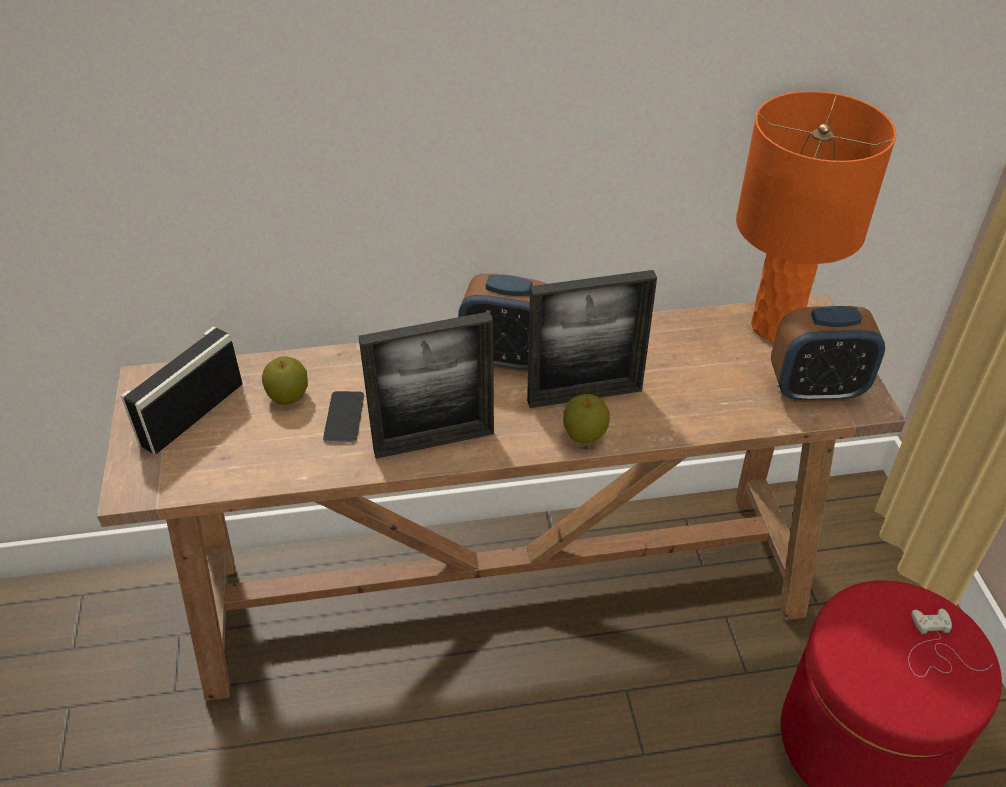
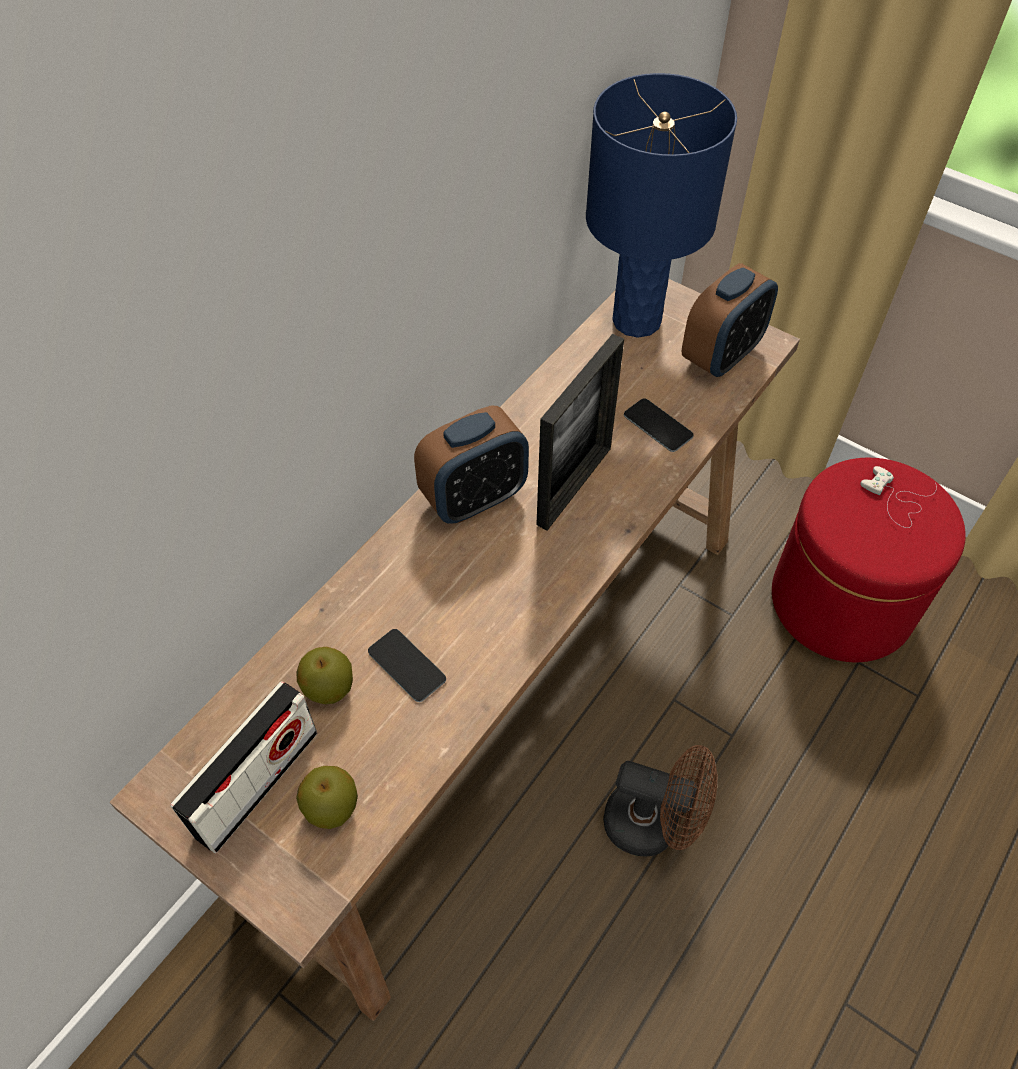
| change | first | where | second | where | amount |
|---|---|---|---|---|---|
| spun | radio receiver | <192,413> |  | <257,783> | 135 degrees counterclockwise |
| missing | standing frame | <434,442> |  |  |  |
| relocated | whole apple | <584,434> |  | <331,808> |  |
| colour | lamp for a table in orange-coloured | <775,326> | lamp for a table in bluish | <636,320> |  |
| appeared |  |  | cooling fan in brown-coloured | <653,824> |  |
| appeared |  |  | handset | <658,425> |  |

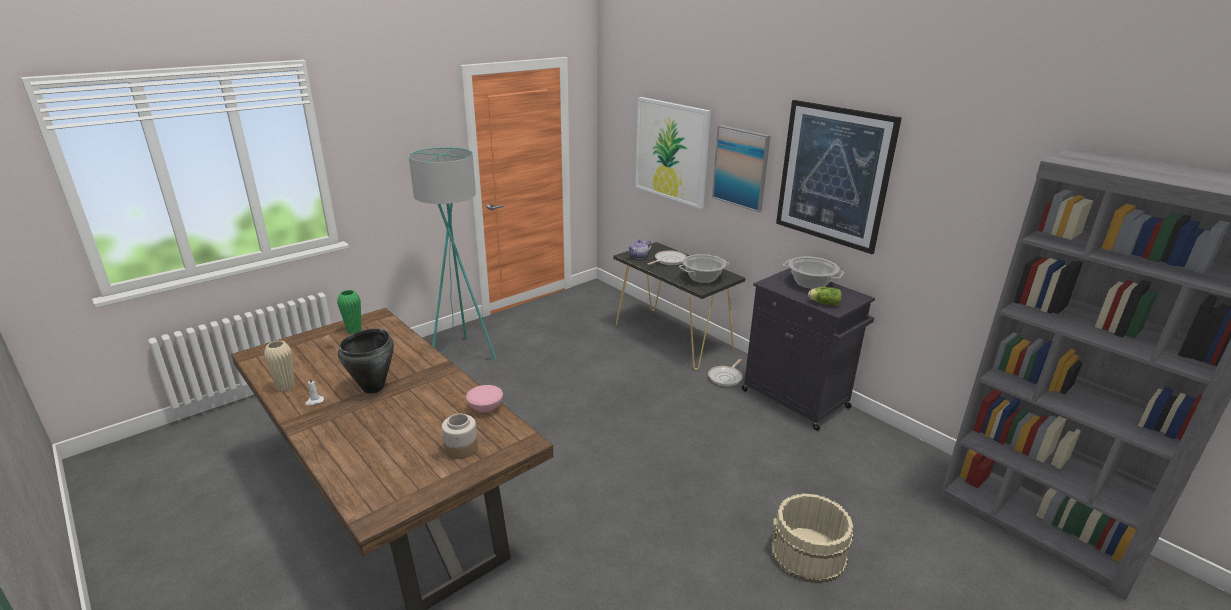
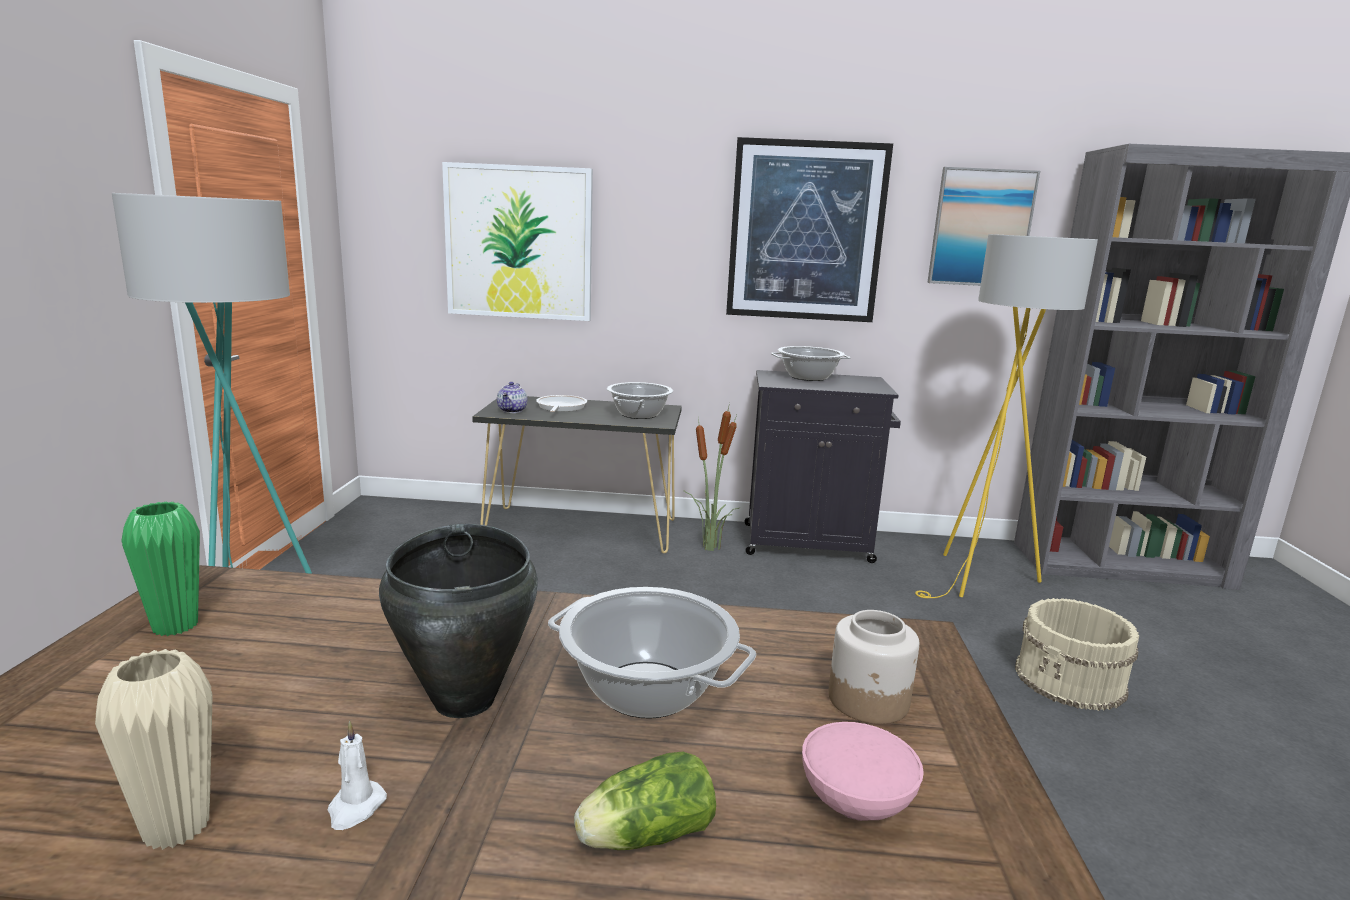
| change | first | where | second | where | amount |
|---|---|---|---|---|---|
| relocated | bowl in pinkish | <486,407> |  | <856,799> |  |
| exchanged | skillet | <726,377> | plant in a pot | <710,548> |  |
| relocated | wall picture | <741,168> |  | <981,228> |  |
| relocated | head of lettuce | <823,303> |  | <642,836> |  |
| appeared |  |  | stockpot | <648,690> |  |
| appeared |  |  | standard lamp in yellowish | <979,581> |  |

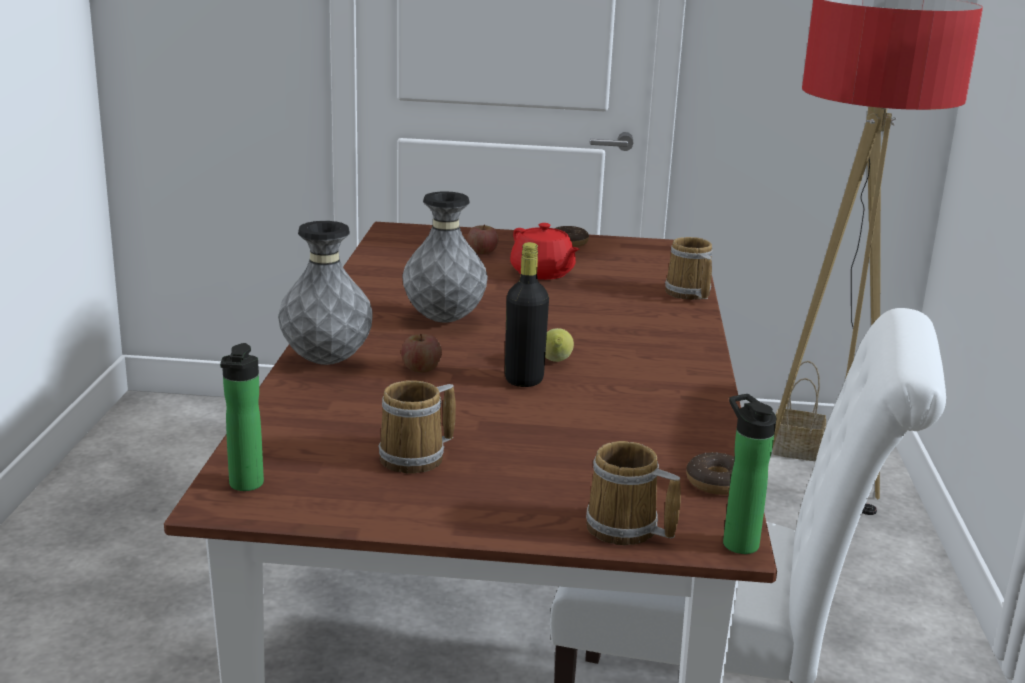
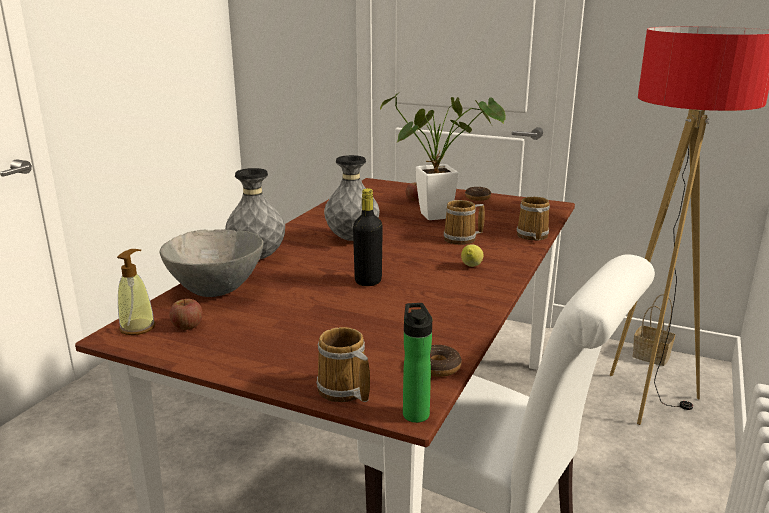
| change | first | where | second | where | amount |
|---|---|---|---|---|---|
| exchanged | bottle | <245,486> | liquid soap bottle | <138,327> |  |
| relocated | tea mug | <417,457> |  | <462,239> |  |
| relocated | whole apple | <421,368> |  | <187,326> |  |
| exchanged | pot for tea in red | <543,273> | plant in a pot | <442,215> |  |
| relocated | whole lemon | <556,362> |  | <471,267> |  |
| appeared |  |  | bowl in gray | <216,290> |  |

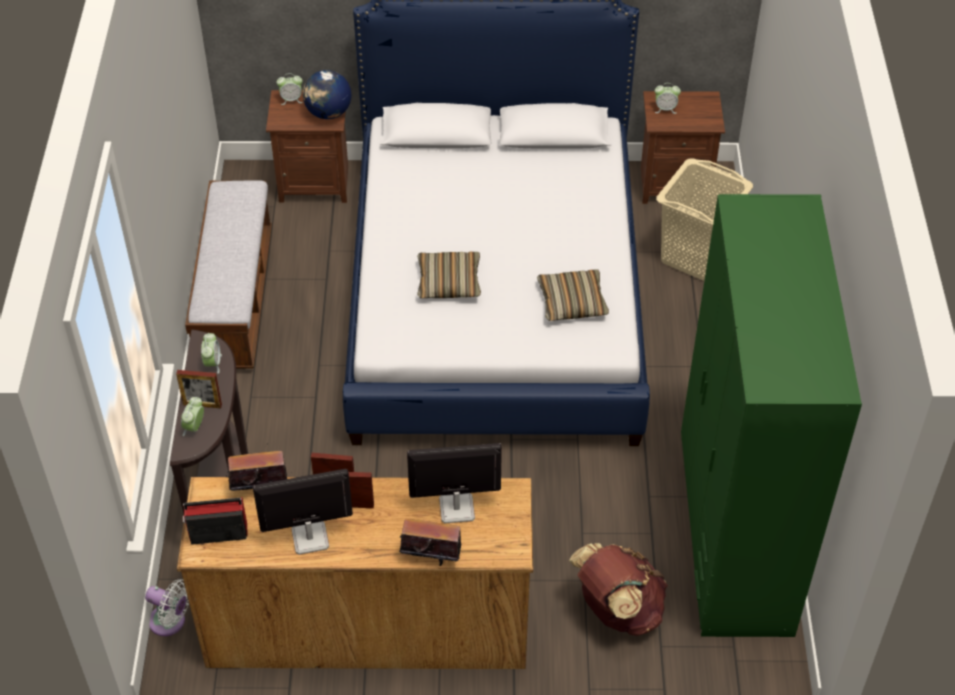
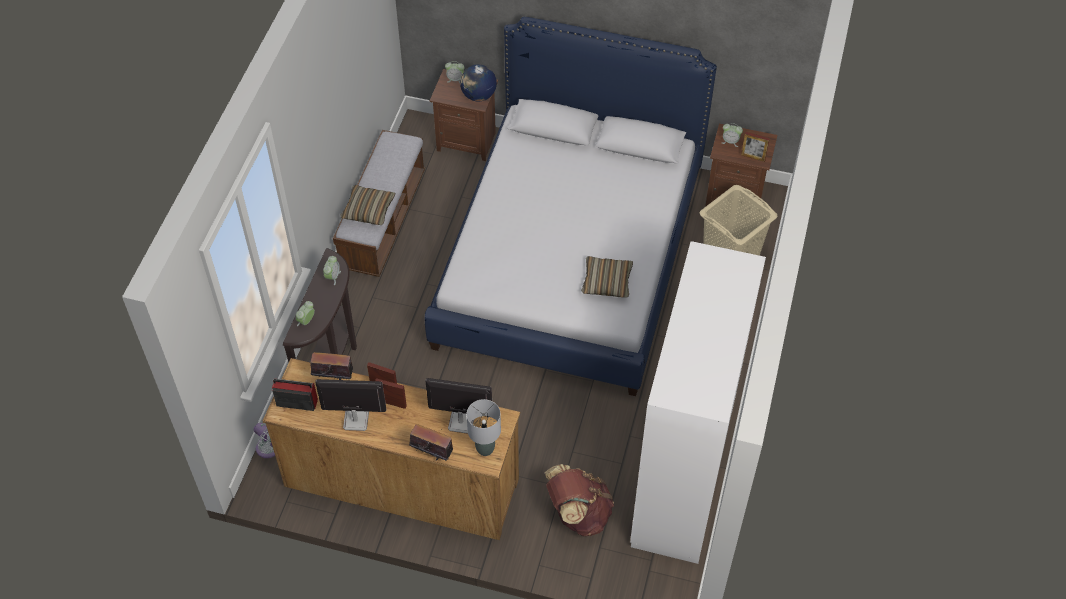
| change | first | where | second | where | amount |
|---|---|---|---|---|---|
| relocated | standing frame | <202,404> |  | <753,157> |  |
| relocated | pillow | <449,282> |  | <368,210> |  |
| colour | armoire in greenish | <734,533> | armoire in whitish | <681,477> |  |
| appeared |  |  | lamp for a table in gray | <485,449> |  |

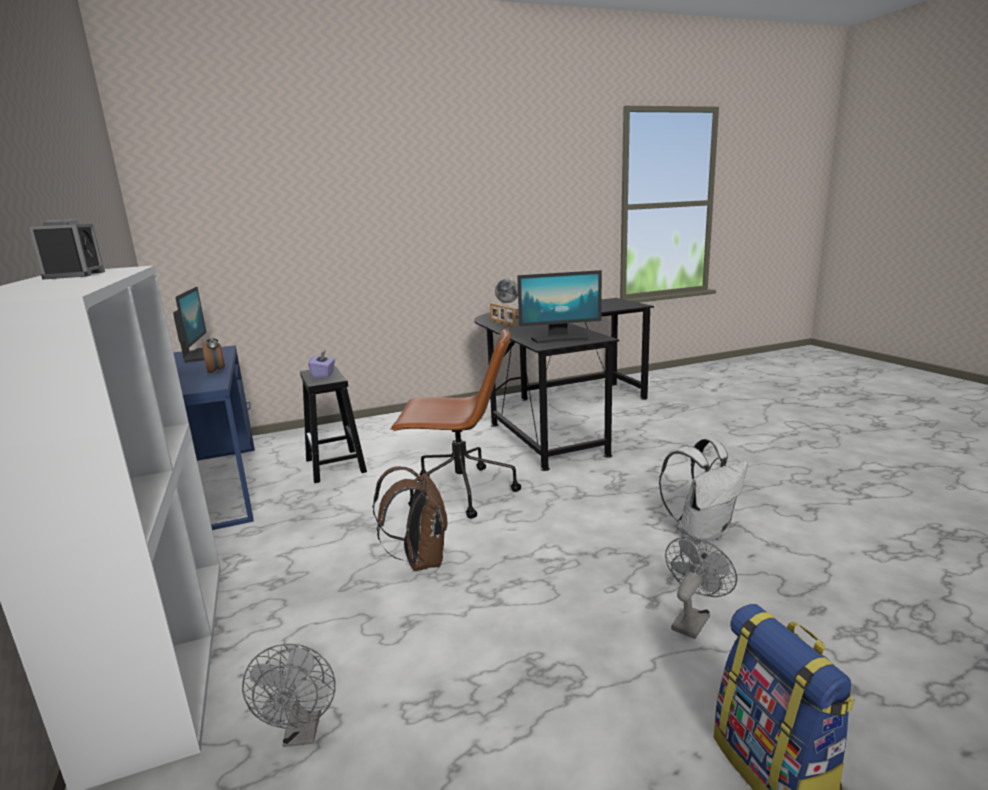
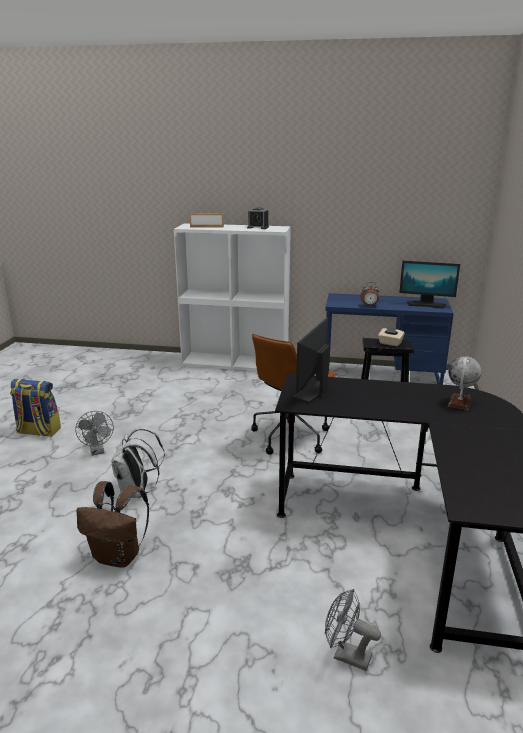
| change | first | where | second | where | amount |
|---|---|---|---|---|---|
| relocated | cooling fan in gray | <303,732> |  | <346,655> |  |
| colour | tissue box in purple-coloured | <324,374> | tissue box in beige | <390,343> |  |
| relocated | backpack in brown-coloured | <420,560> |  | <118,556> |  |
| relocated | standing frame | <502,323> |  | <206,227> |  |

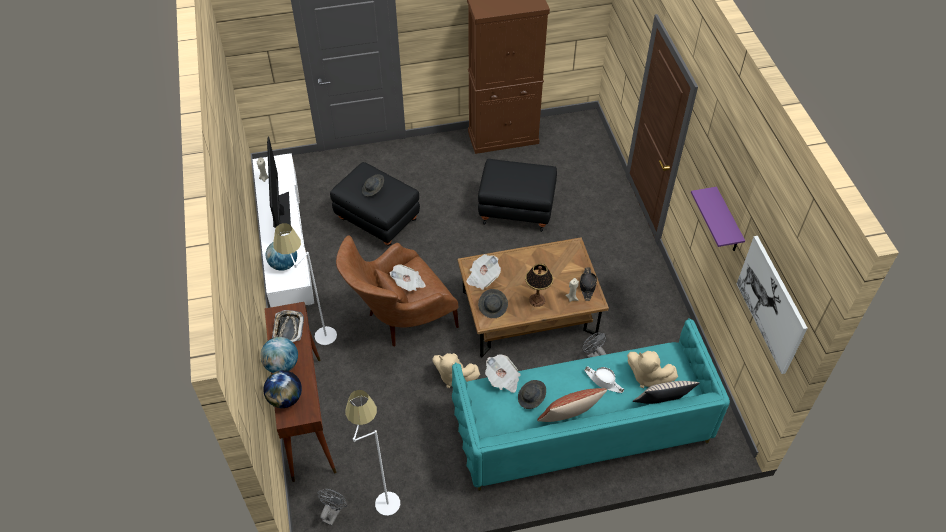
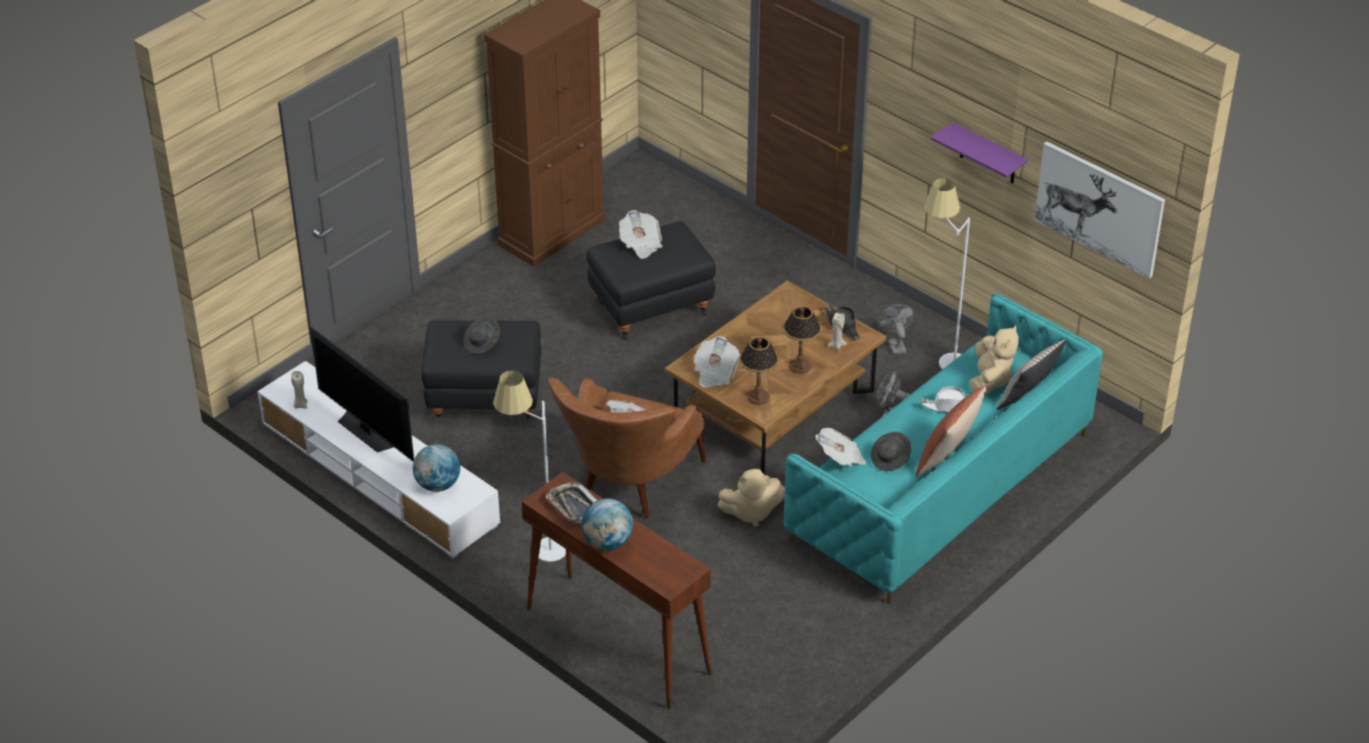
| change | first | where | second | where | amount |
|---|---|---|---|---|---|
| missing | desk globe | <285,399> |  |  |  |
| relocated | cooling fan in gray | <332,513> |  | <895,344> |  |
| relocated | standard lamp in whitish | <380,495> |  | <940,361> |  |
| exchanged | hat in gray | <493,308> | lamp for a table | <758,397> |  |
| spun | soft toy in beige | <647,376> |  | <990,380> | 75 degrees counterclockwise |
| appeared |  |  | printed paper | <640,244> |  |

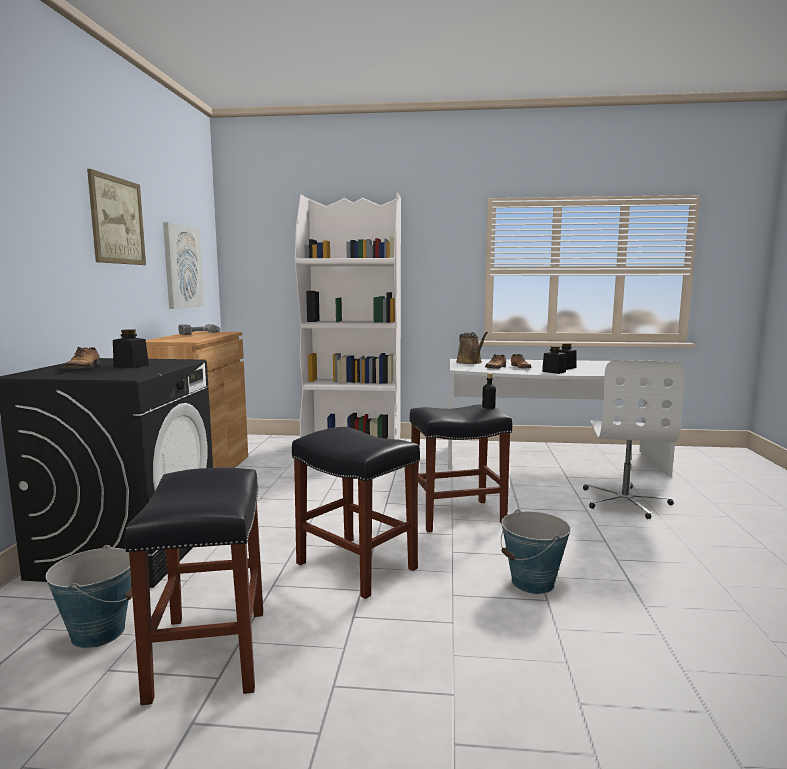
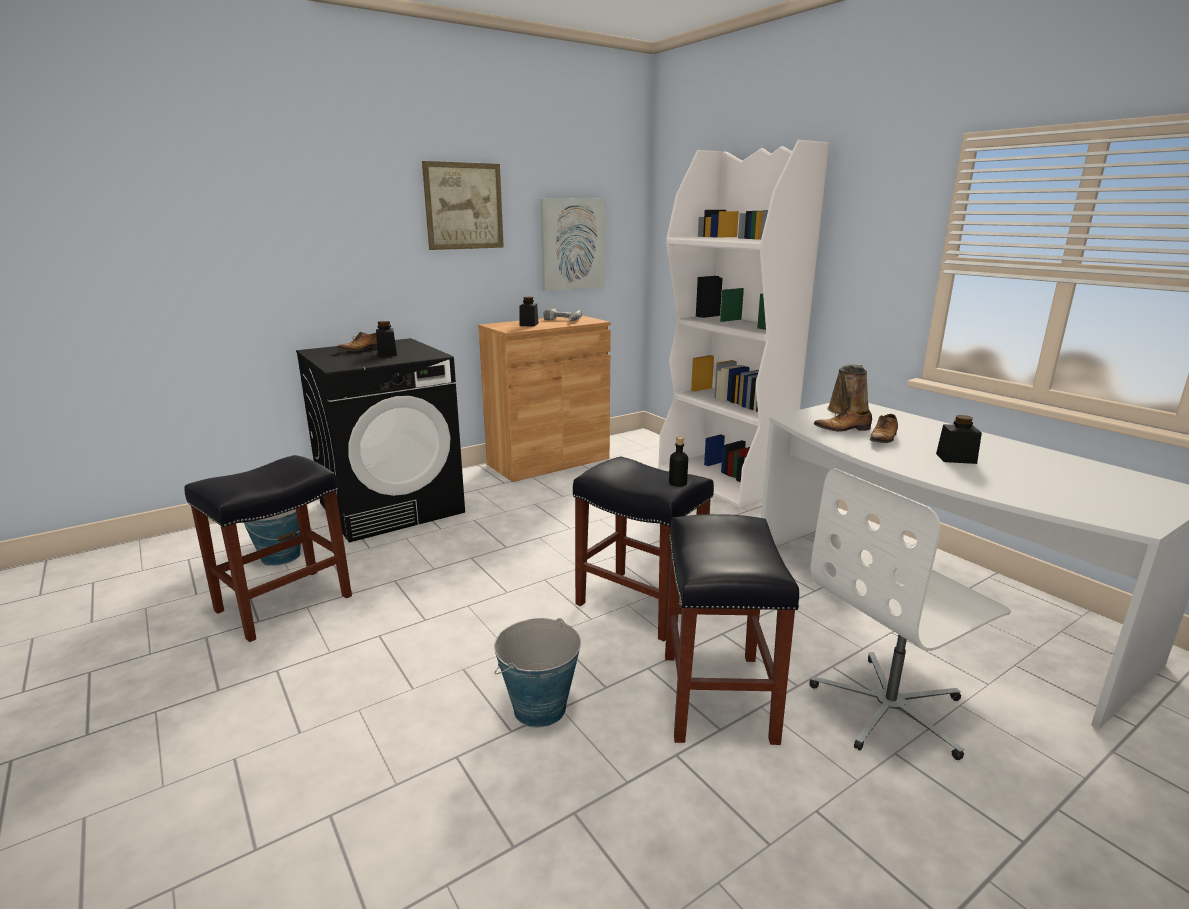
| change | first | where | second | where | amount |
|---|---|---|---|---|---|
| relocated | stool in black-coloured | <358,566> |  | <718,698> |  |
| relocated | jar in black-coloured | <553,371> |  | <529,324> |  |

